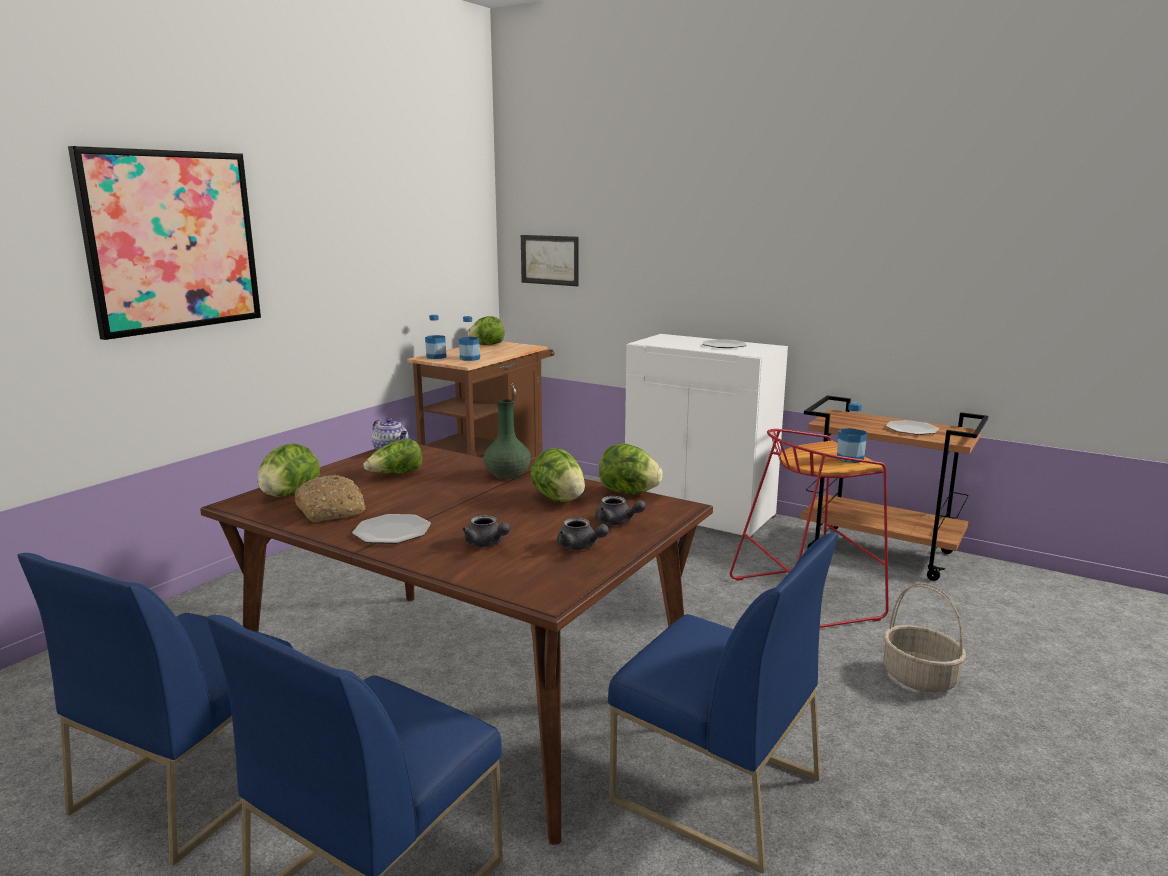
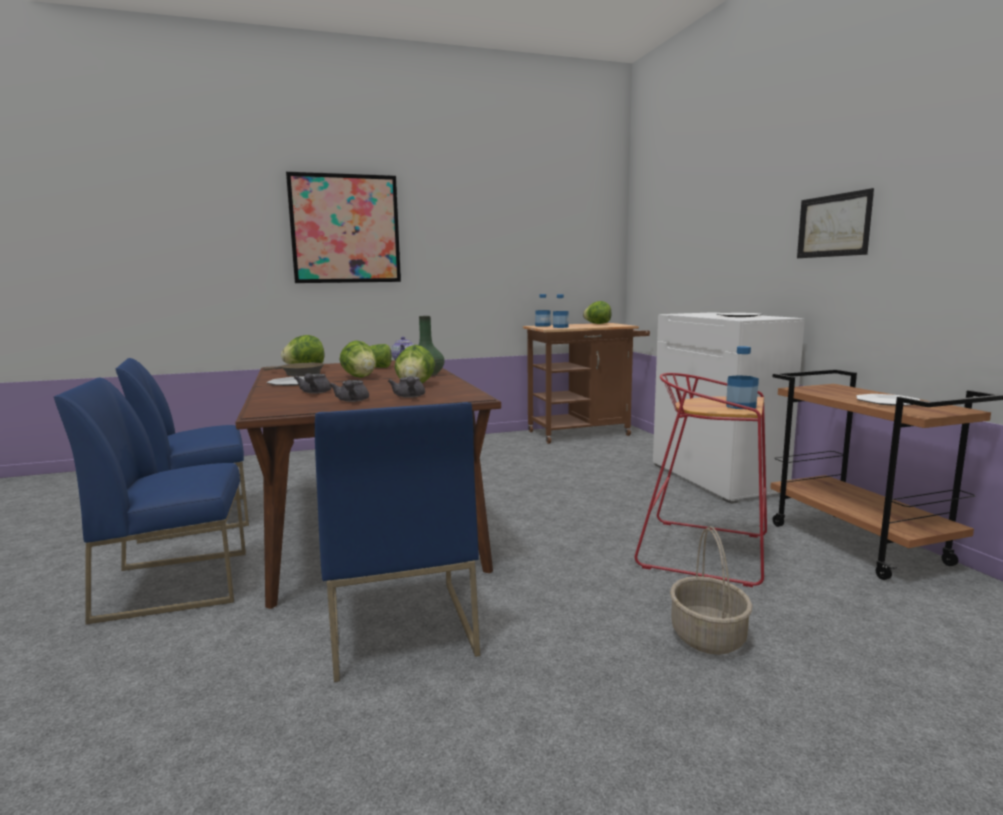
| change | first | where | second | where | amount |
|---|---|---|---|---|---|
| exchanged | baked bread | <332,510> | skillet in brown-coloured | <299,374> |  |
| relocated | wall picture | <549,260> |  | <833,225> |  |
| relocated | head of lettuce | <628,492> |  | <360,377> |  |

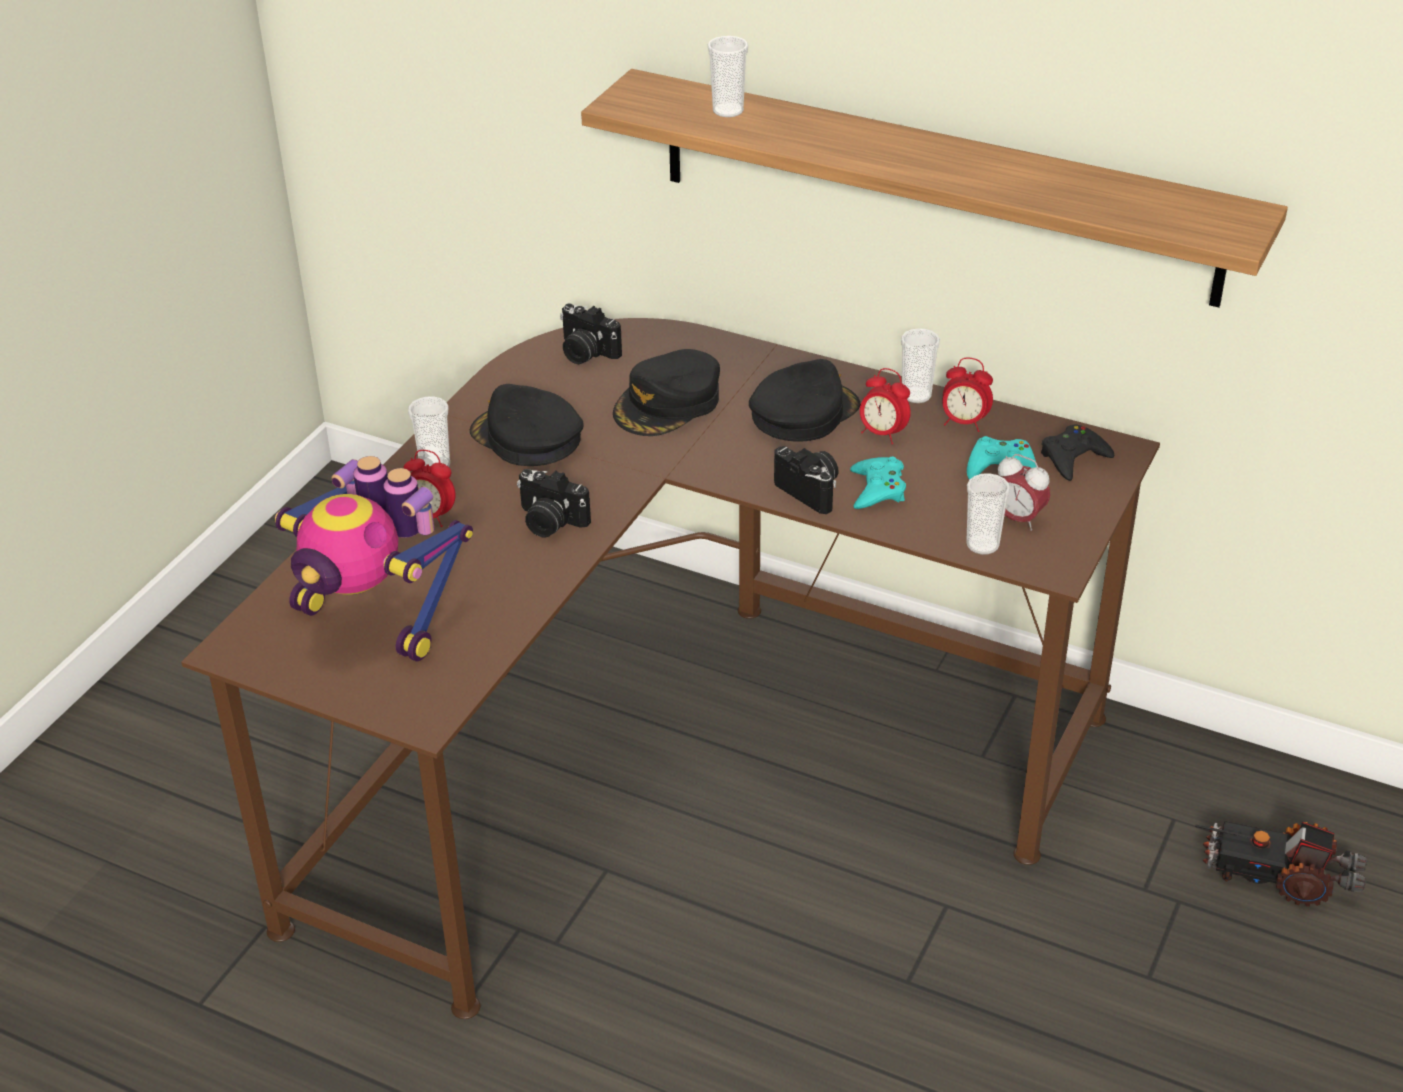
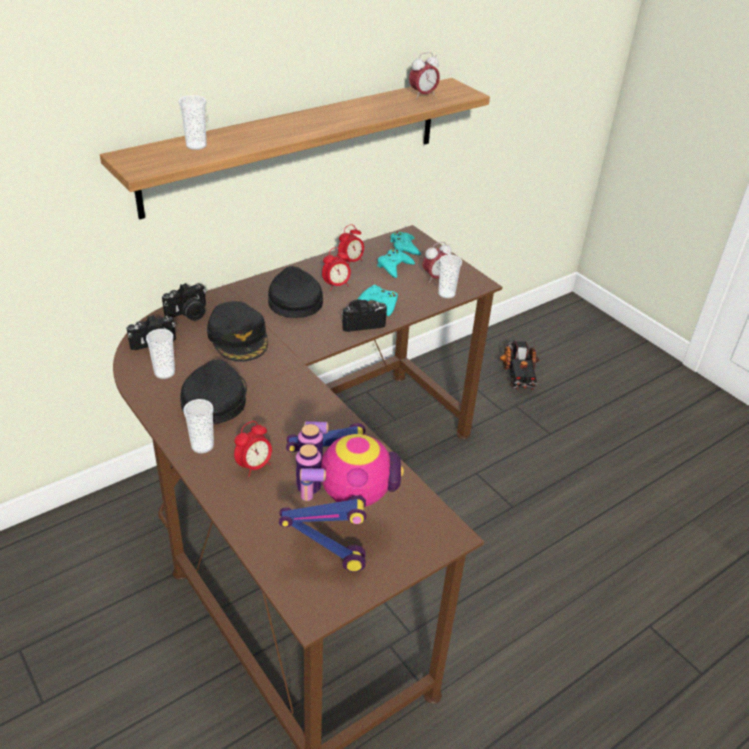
| change | first | where | second | where | amount |
|---|---|---|---|---|---|
| spun | robot figure | <376,619> |  | <337,525> | 60 degrees counterclockwise |
| spun | cap in black-coloured | <527,437> |  | <214,399> | 120 degrees clockwise |
| relocated | photo camera | <549,522> |  | <188,314> |  |
| relocated | small cup | <916,395> |  | <164,373> |  |
| colour | gamepad in black-coloured | <1073,458> | gamepad in turquoise-coloured | <404,247> |  |
| spun | toy truck | <1277,875> |  | <518,374> | 45 degrees counterclockwise |
| appeared |  |  | table clock | <422,95> |  |

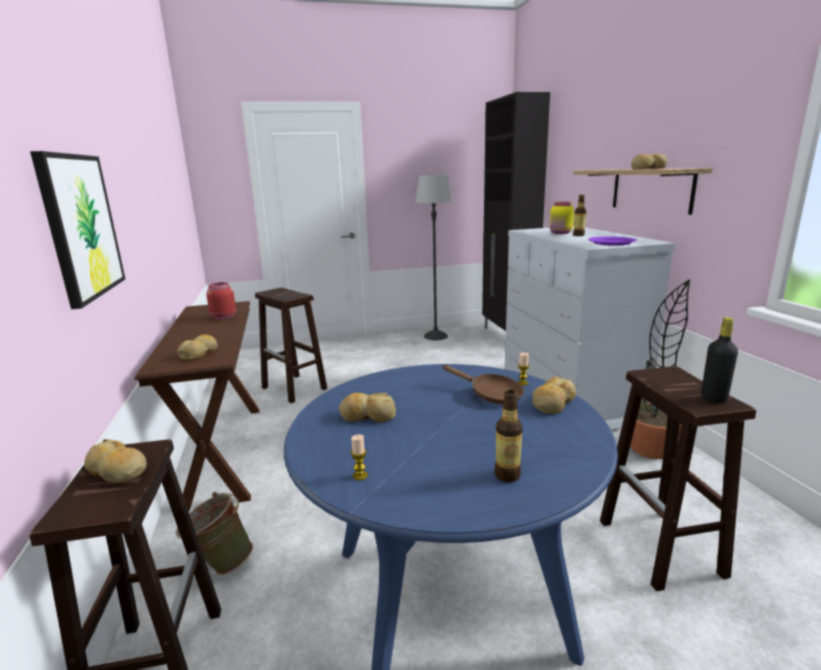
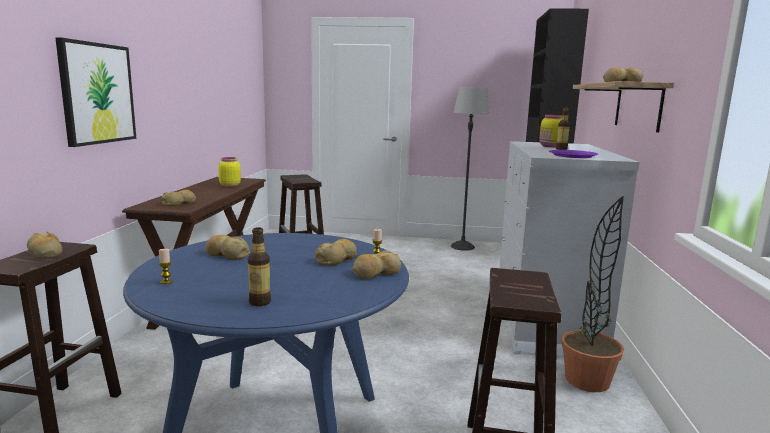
| change | first | where | second | where | amount |
|---|---|---|---|---|---|
| missing | pail in greenish | <220,563> |  |  |  |
| colour | jar in red | <223,317> | jar in yellowish | <229,186> |  |
| exchanged | skillet in brown-coloured | <490,395> | baked bread | <337,259> |  |
| missing | bottle in black-coloured | <713,398> |  |  |  |

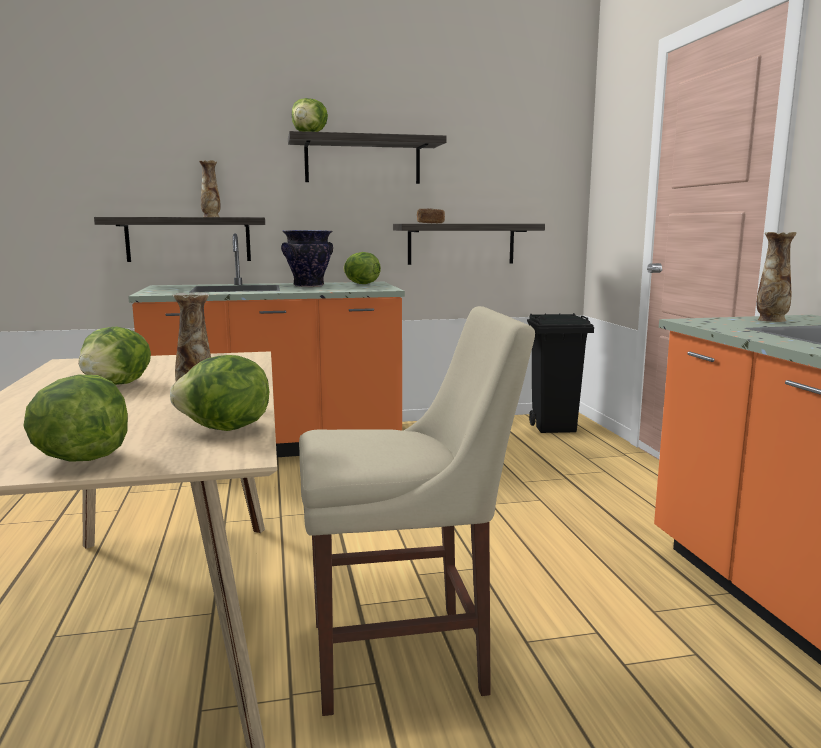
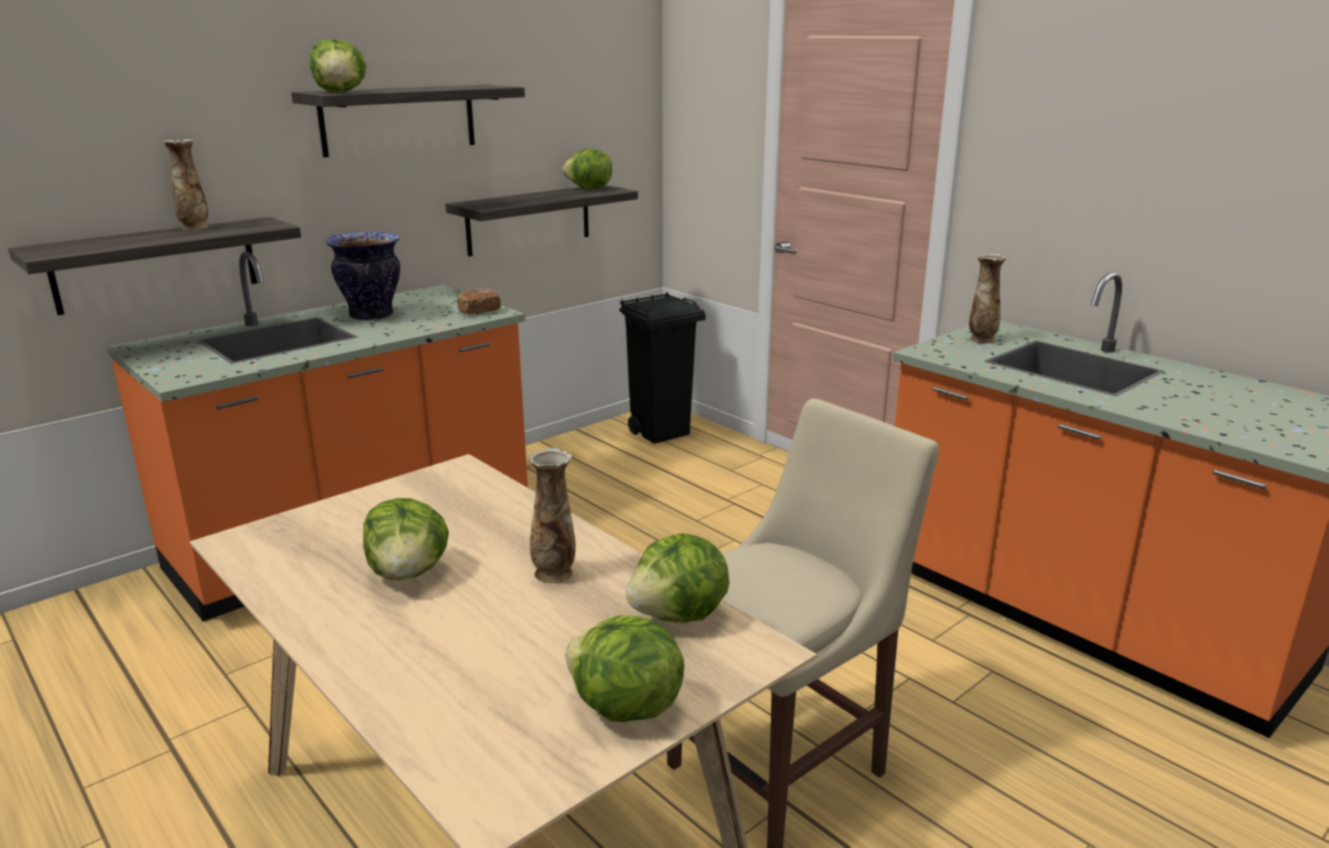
| change | first | where | second | where | amount |
|---|---|---|---|---|---|
| relocated | head of lettuce | <361,284> |  | <589,189> |  |
| relocated | baked bread | <430,223> |  | <479,312> |  |

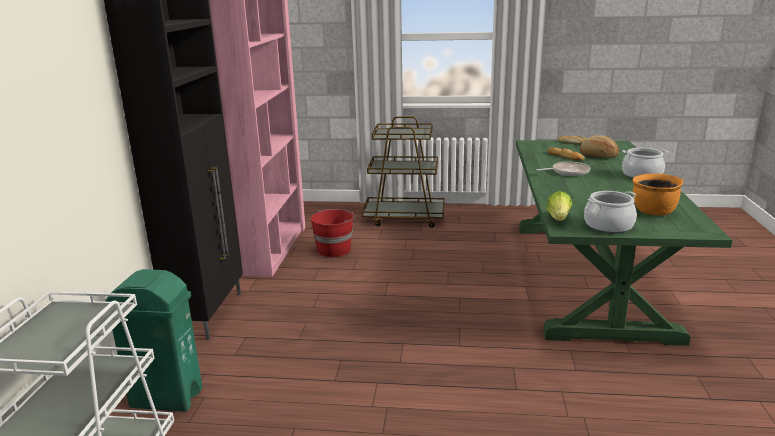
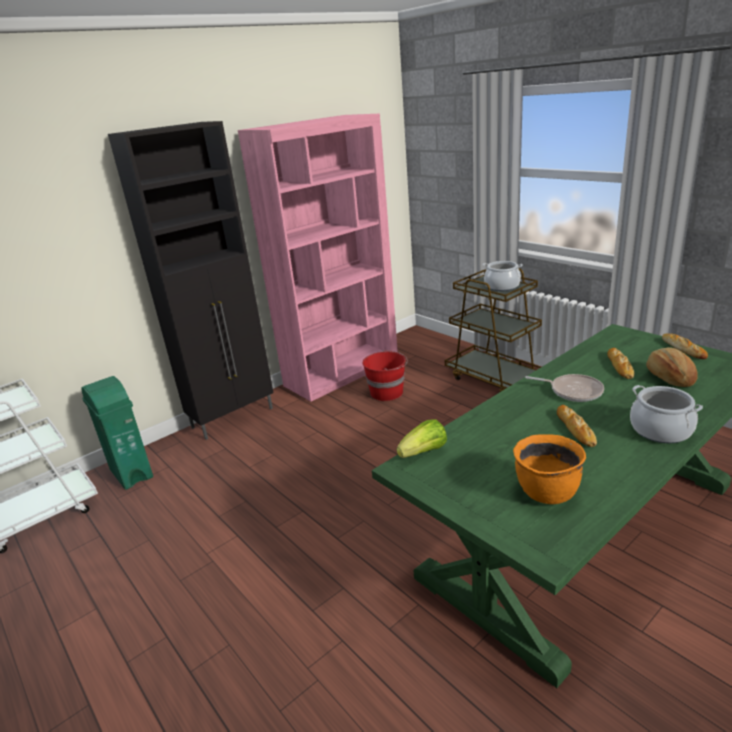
| change | first | where | second | where | amount |
|---|---|---|---|---|---|
| relocated | stockpot | <608,226> |  | <502,286> |  |
| appeared |  |  | baked bread | <575,429> |  |

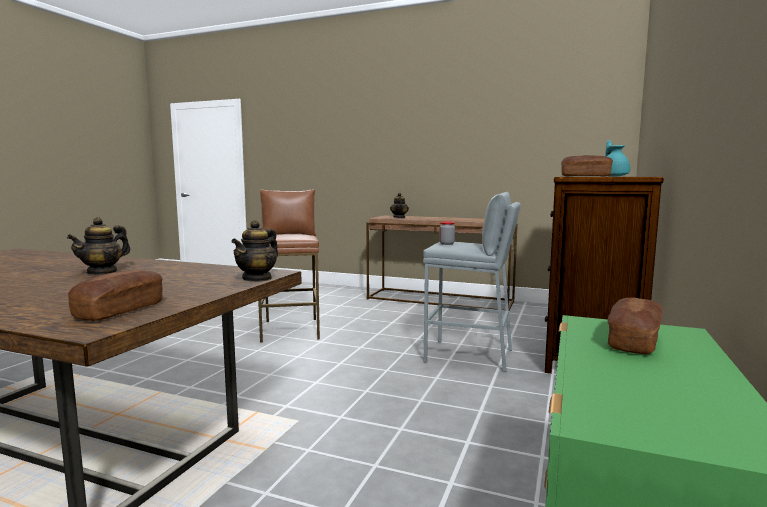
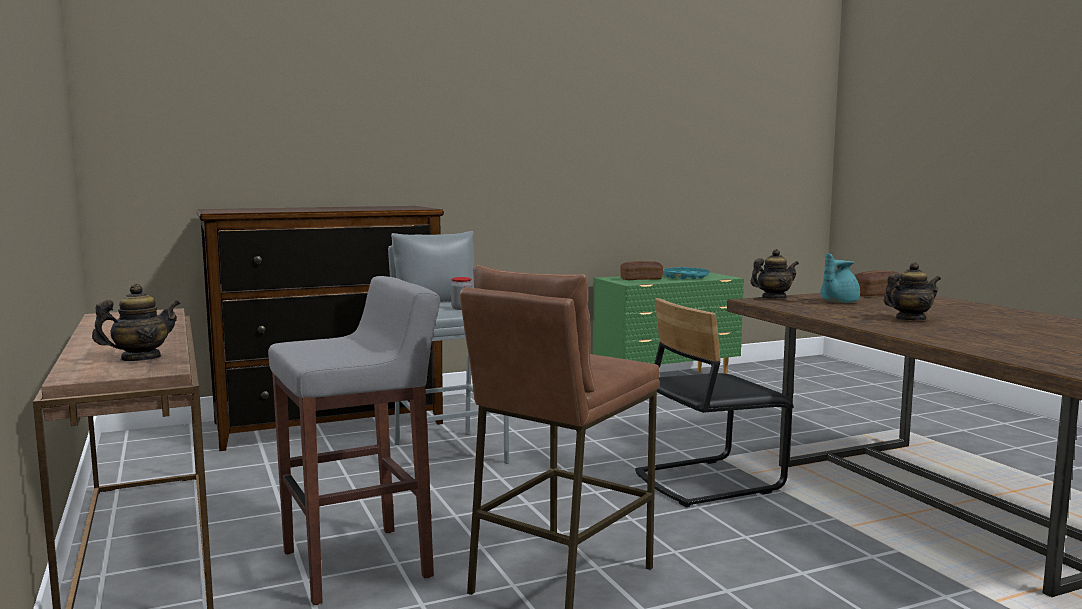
| change | first | where | second | where | amount |
|---|---|---|---|---|---|
| missing | baked bread | <585,176> |  |  |  |
| relocated | pot for tea in turquoise-coloured | <614,176> |  | <837,302> |  |
| appeared |  |  | stool in gray | <359,564> |  |
| appeared |  |  | plain chair in black-coloured | <707,481> |  |
| appeared |  |  | tray in turquoise-coloured | <685,277> |  |

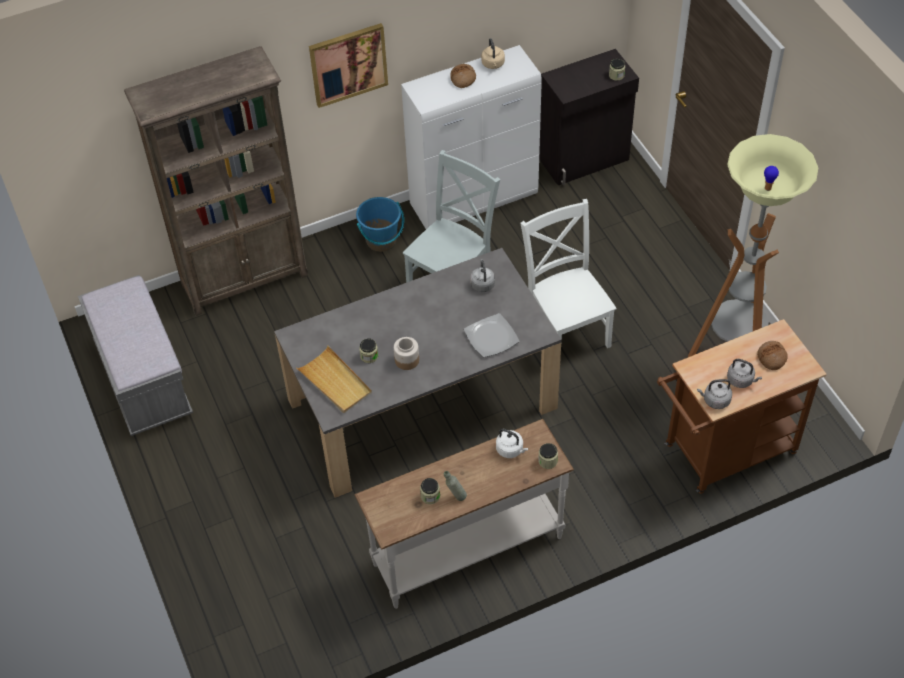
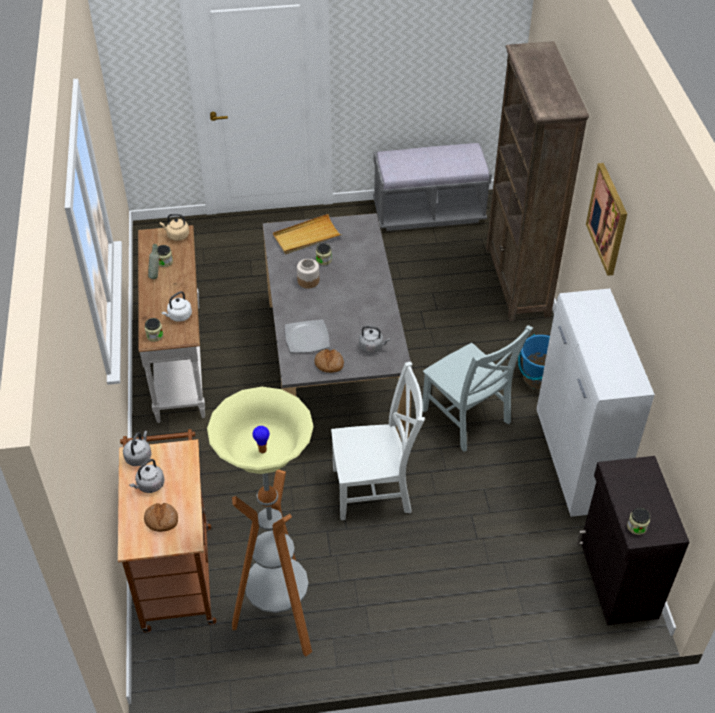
| change | first | where | second | where | amount |
|---|---|---|---|---|---|
| relocated | baked bread | <463,79> |  | <329,364> |  |
| relocated | kettle in beige | <493,64> |  | <177,235> |  |

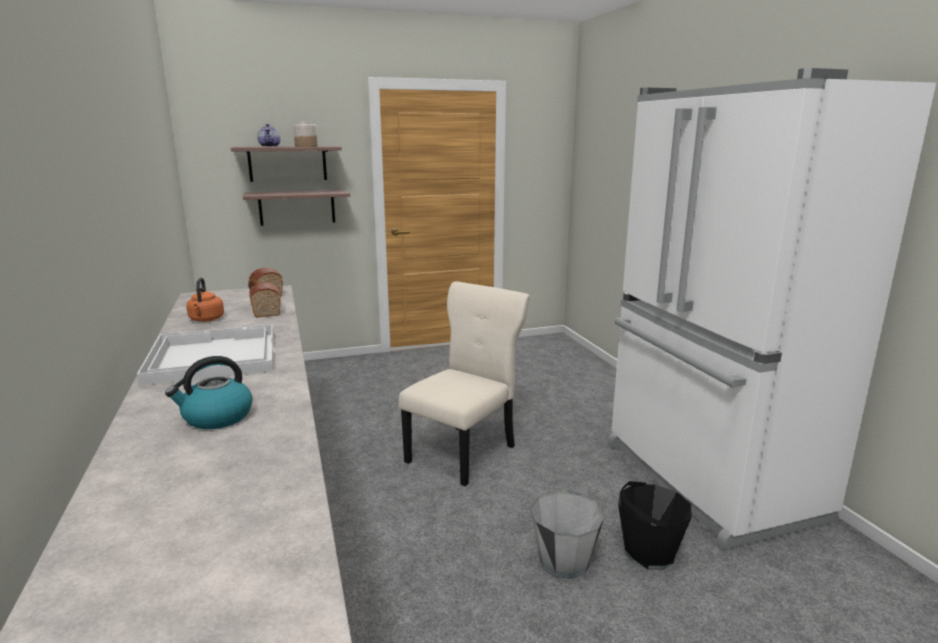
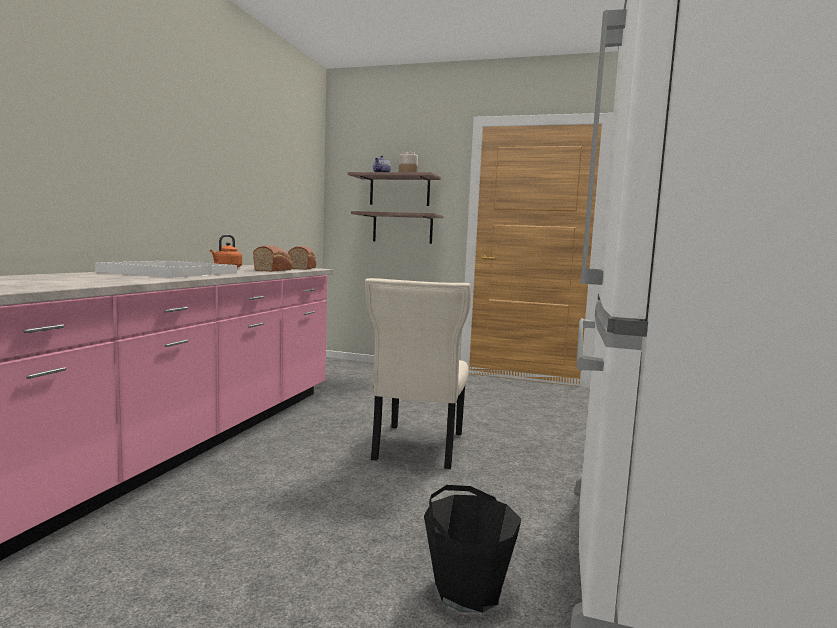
| change | first | where | second | where | amount |
|---|---|---|---|---|---|
| missing | kettle | <216,417> |  |  |  |
| spun | plain chair in beige | <464,452> |  | <417,448> | 120 degrees clockwise |
| missing | pail in gray | <564,561> |  |  |  |

